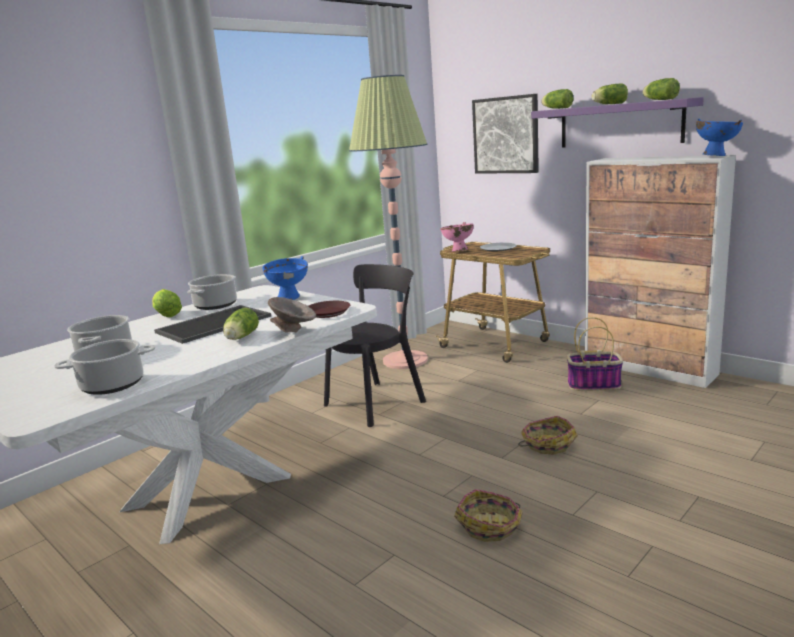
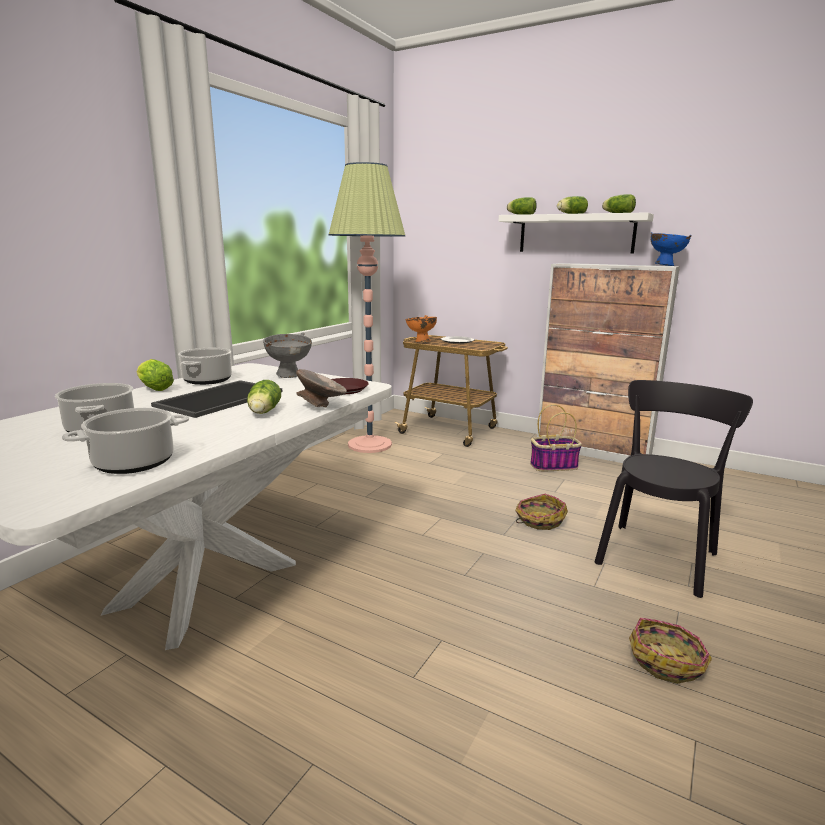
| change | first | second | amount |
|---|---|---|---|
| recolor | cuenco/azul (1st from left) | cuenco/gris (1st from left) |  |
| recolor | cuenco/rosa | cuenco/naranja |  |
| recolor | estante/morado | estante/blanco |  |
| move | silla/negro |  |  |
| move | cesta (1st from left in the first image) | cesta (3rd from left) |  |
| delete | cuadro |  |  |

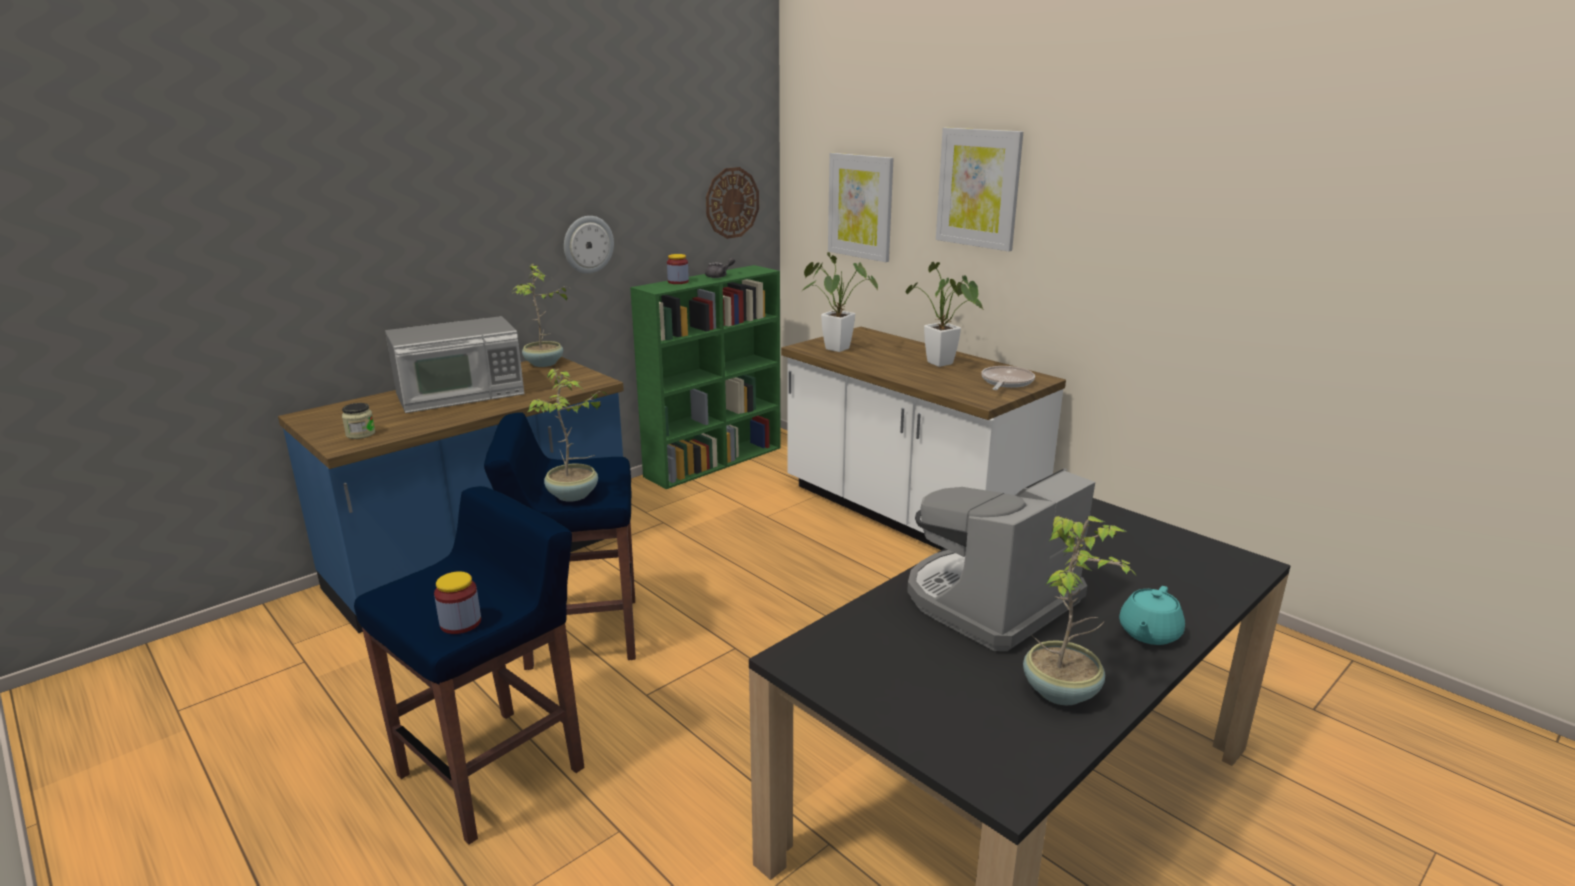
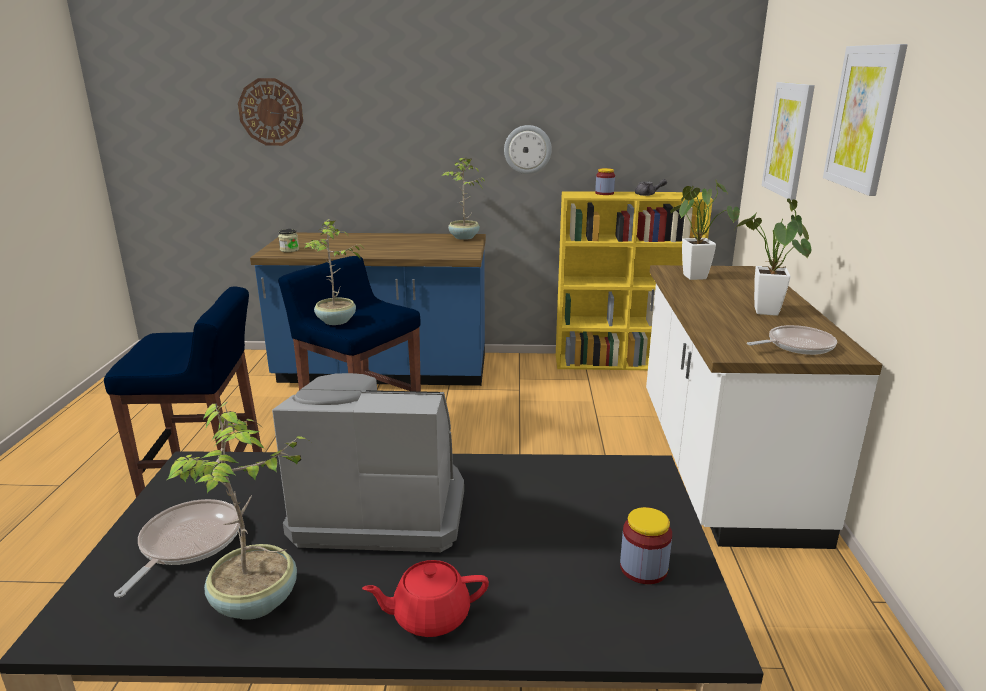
| change | first | second | amount |
|---|---|---|---|
| insert |  | sartén (1st from left) |  |
| move | reloj de pared (2nd from left in the first image) | reloj de pared (1st from left) |  |
| recolor | tetera/turquesa | tetera/rojo |  |
| recolor | estantería/verde | estantería/amarillo |  |
| move | tarro (2nd from left in the first image) | tarro (3rd from left) |  |
| delete | microondas |  |  |

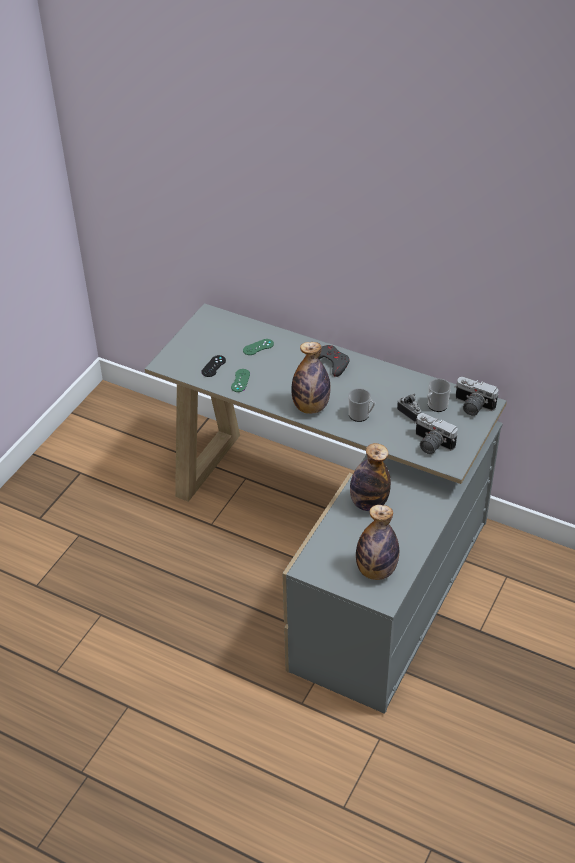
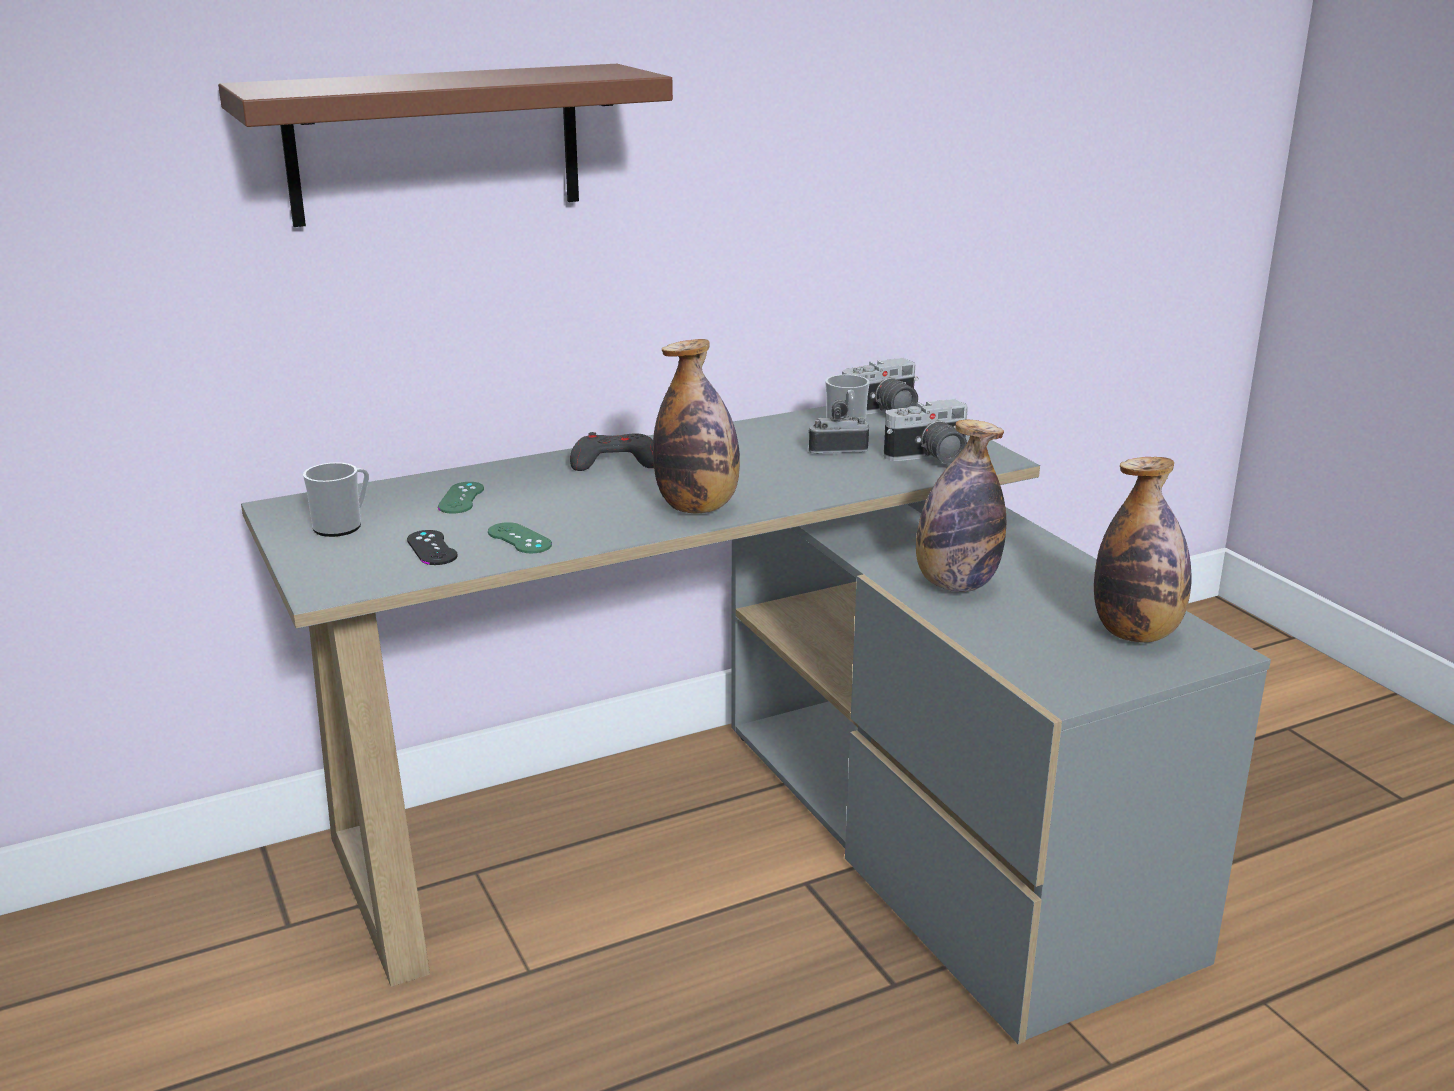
| change | first | second | amount |
|---|---|---|---|
| insert |  | estante/marrón |  |
| move | taza grande (1st from left) |  |  |

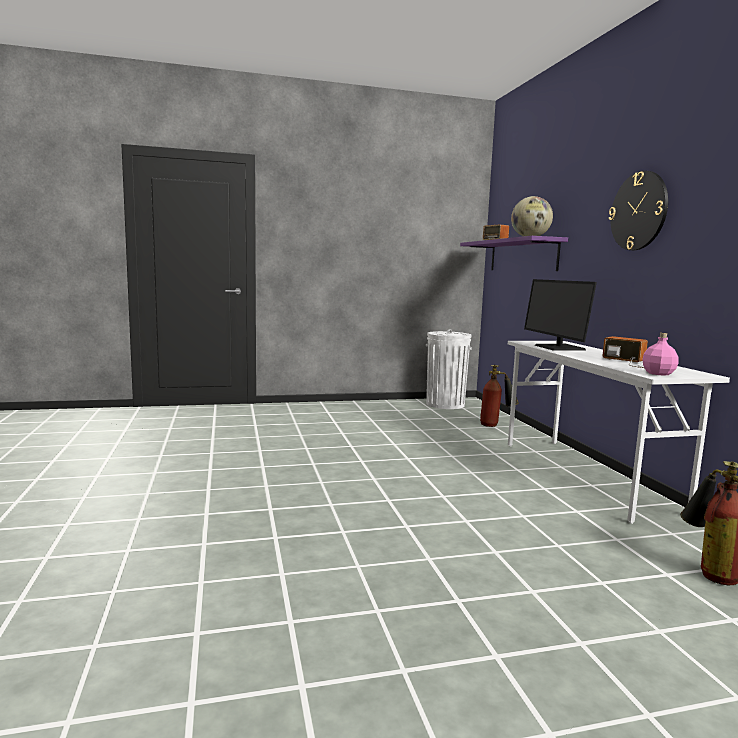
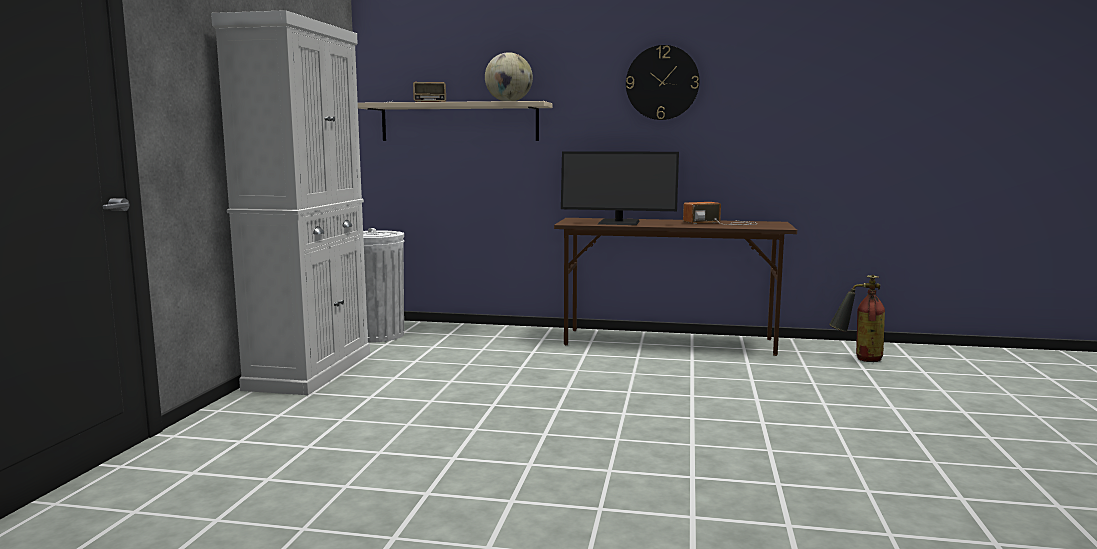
| change | first | second | amount |
|---|---|---|---|
| insert |  | armario/blanco |  |
| recolor | estante/morado | estante/beis |  |
| recolor | escritorio/blanco | escritorio/marrón |  |
| delete | extintor (1st from left) |  |  |
| delete | botella/rosa |  |  |

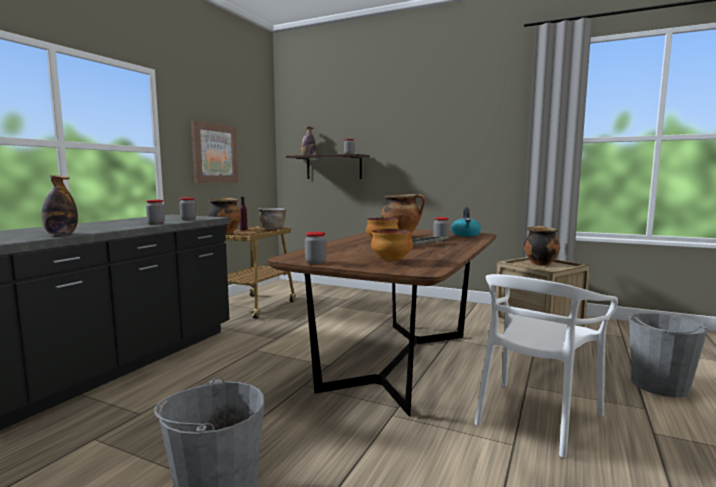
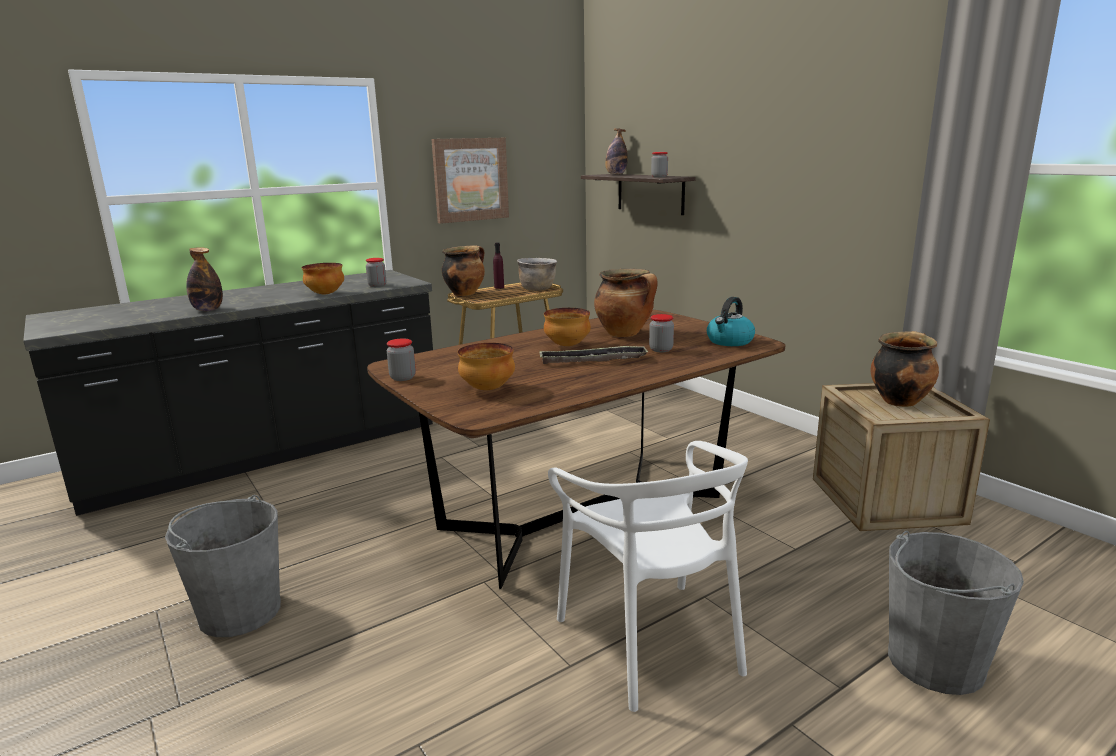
| change | first | second | amount |
|---|---|---|---|
| replace | tarro (1st from left) | cuenco (1st from left) |  |
| rotate | silla/blanco |  | 90 degrees counterclockwise |

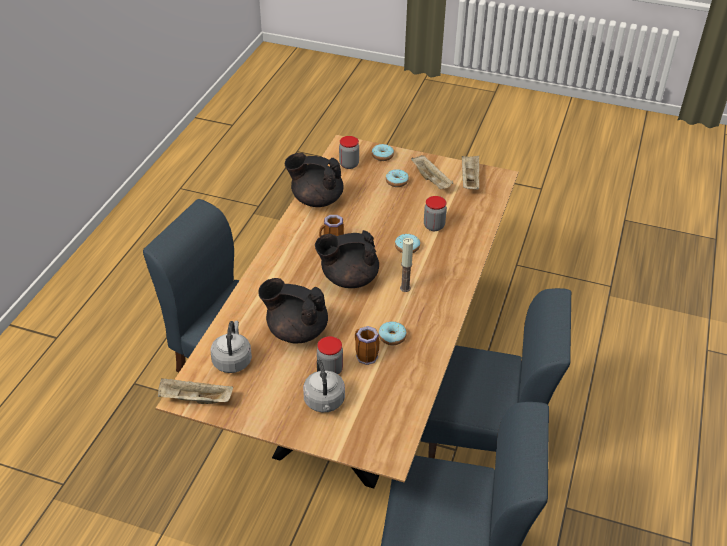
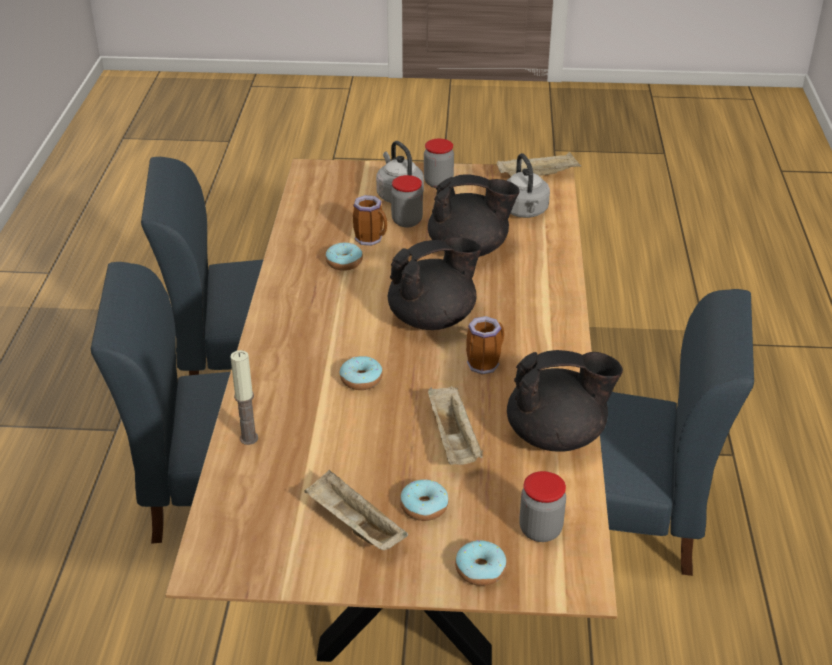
| change | first | second | amount |
|---|---|---|---|
| move | vela |  |  |
| move | tarro (3rd from left in the first image) | tarro (2nd from left) |  |
| move | bandeja/beis (3rd from left in the first image) | bandeja/beis (2nd from left) |  |

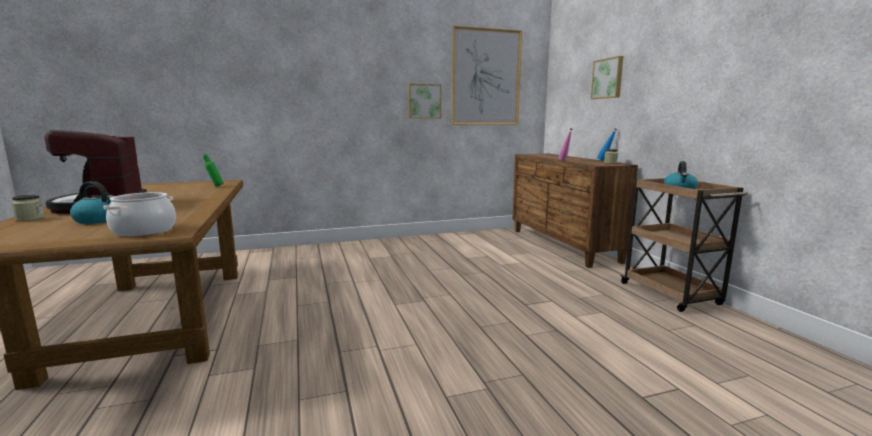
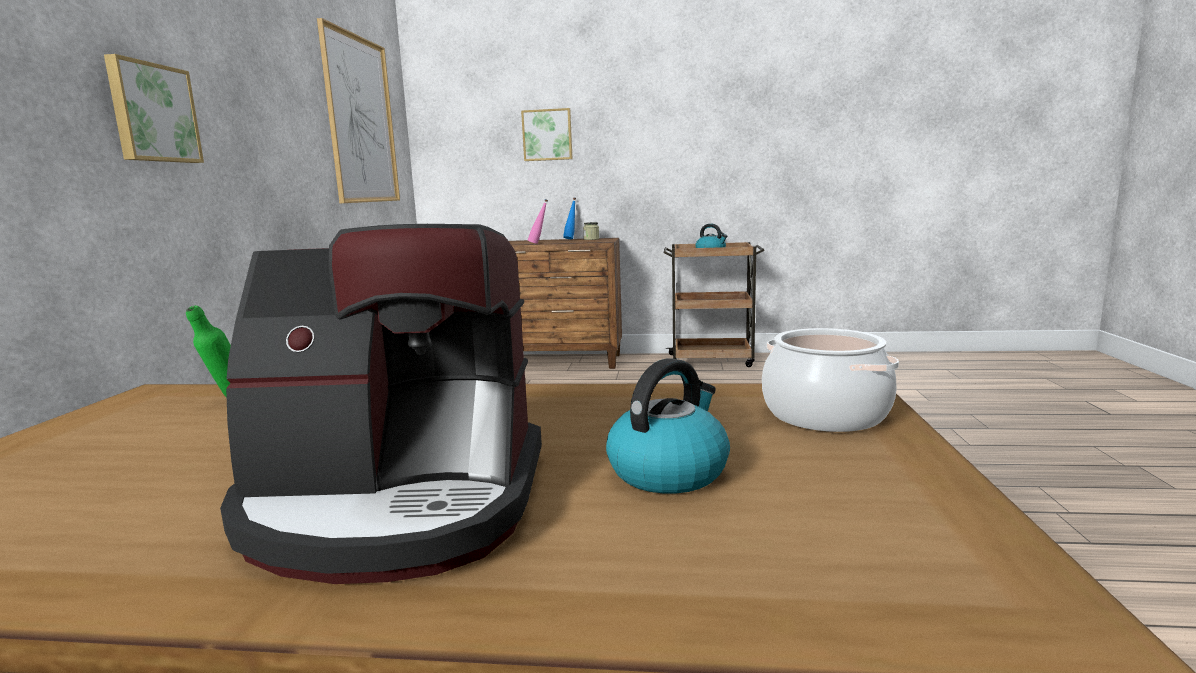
| change | first | second | amount |
|---|---|---|---|
| move | cuadro (1st from left) |  |  |
| delete | tarro (1st from left) |  |  |

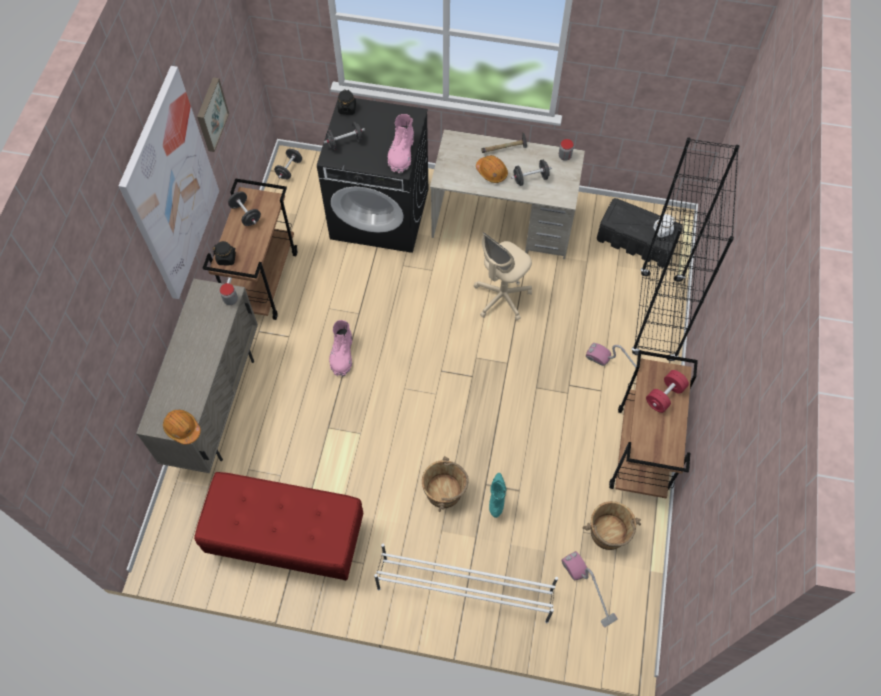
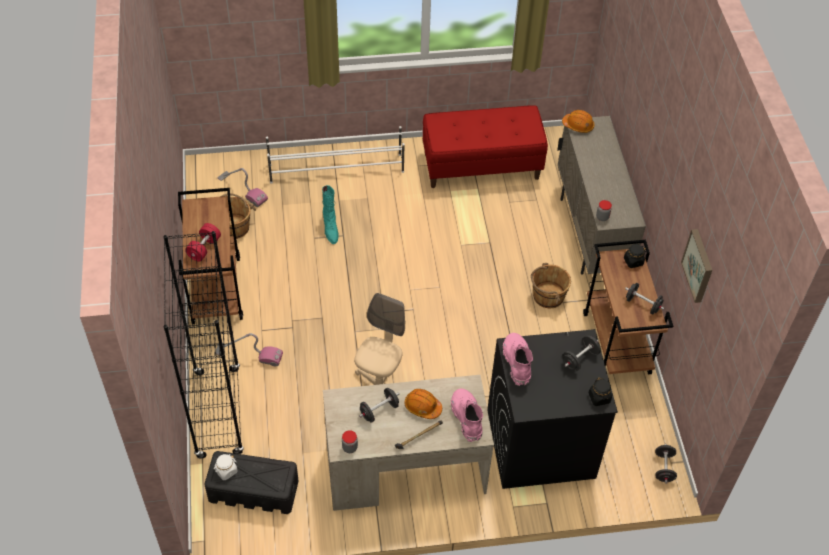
| change | first | second | amount |
|---|---|---|---|
| move | bota/rosa (1st from left) |  |  |
| move | cubo/marrón (1st from left in the first image) | cubo/marrón (2nd from left) |  |
| delete | cuadro (1st from left) |  |  |

